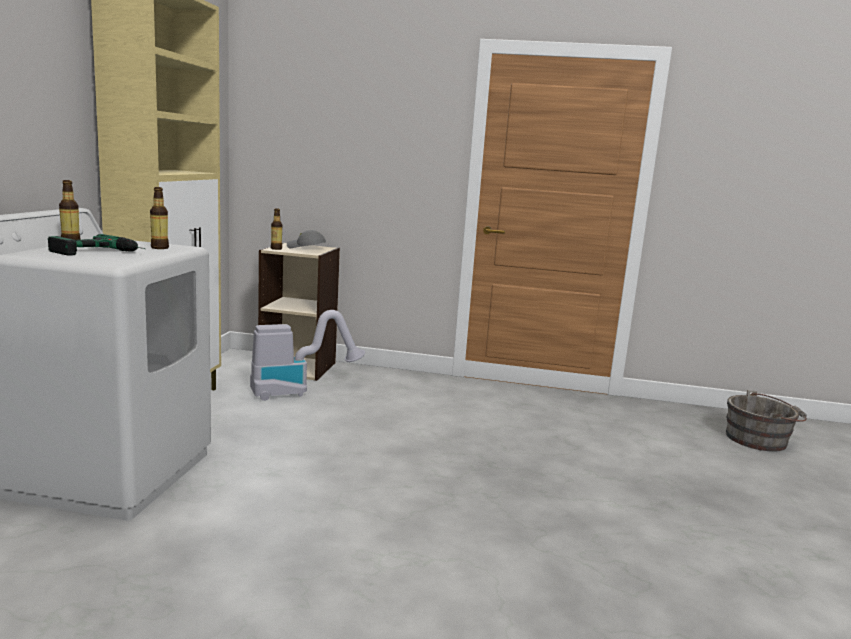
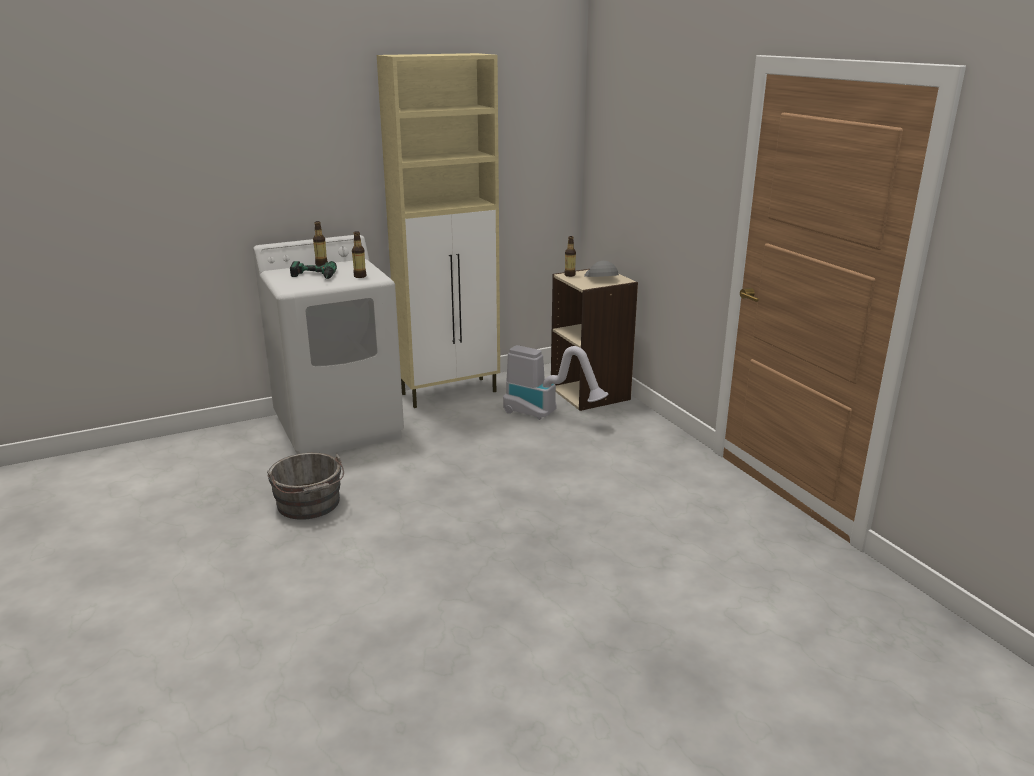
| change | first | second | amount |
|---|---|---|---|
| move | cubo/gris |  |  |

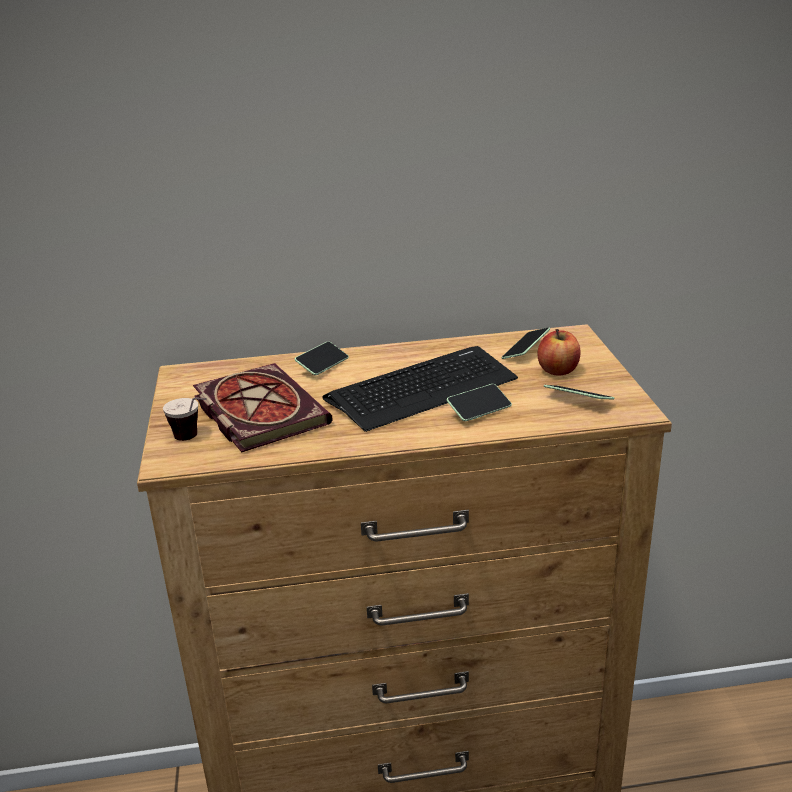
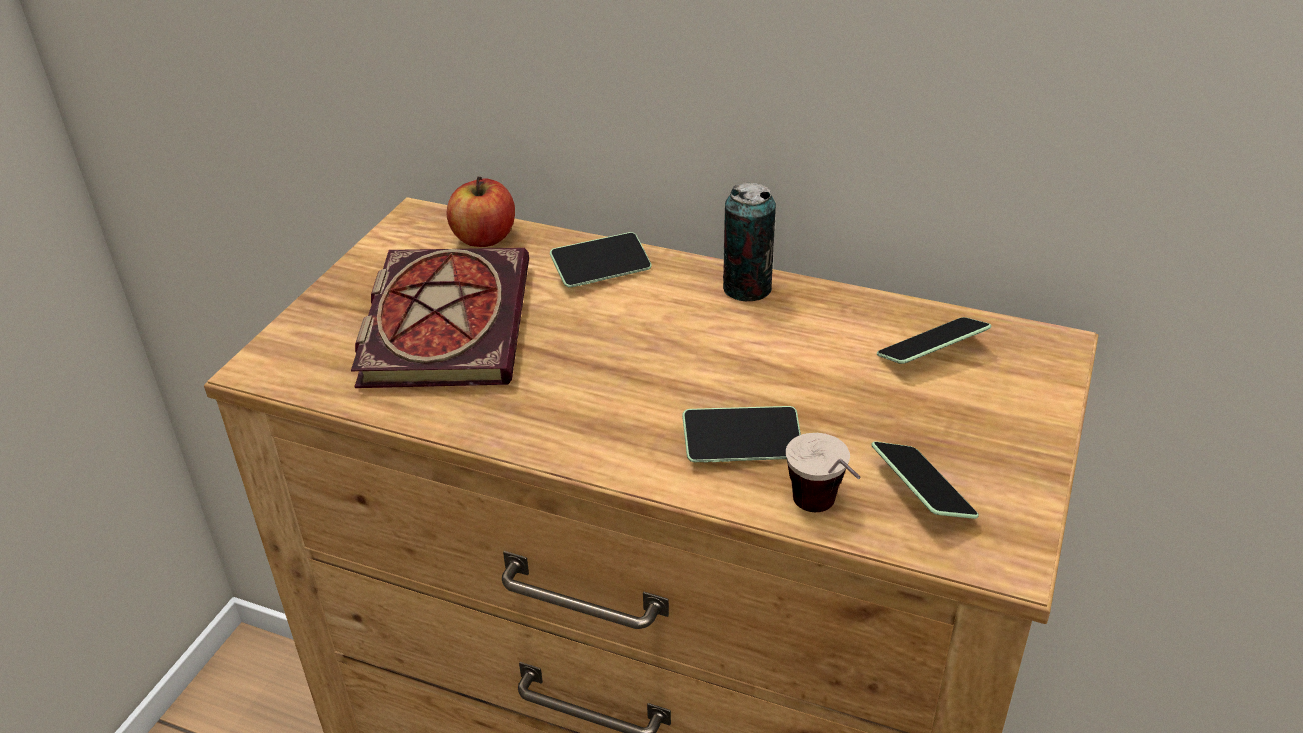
| change | first | second | amount |
|---|---|---|---|
| move | manzana |  |  |
| insert |  | lata |  |
| move | taza |  |  |
| delete | teclado |  |  |

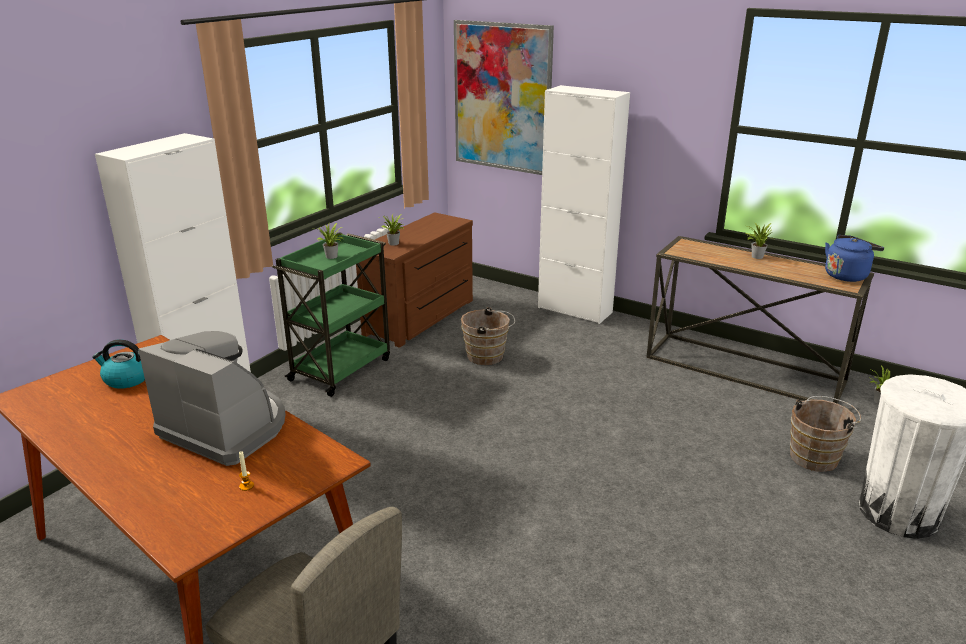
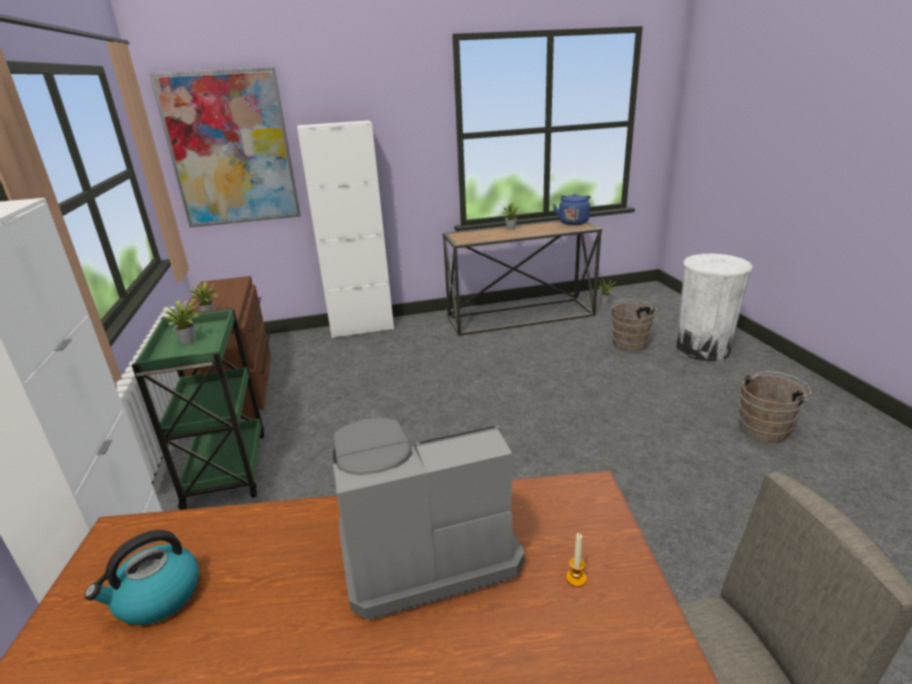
| change | first | second | amount |
|---|---|---|---|
| move | cubo/marrón (1st from left in the first image) | cubo/marrón (2nd from left) |  |

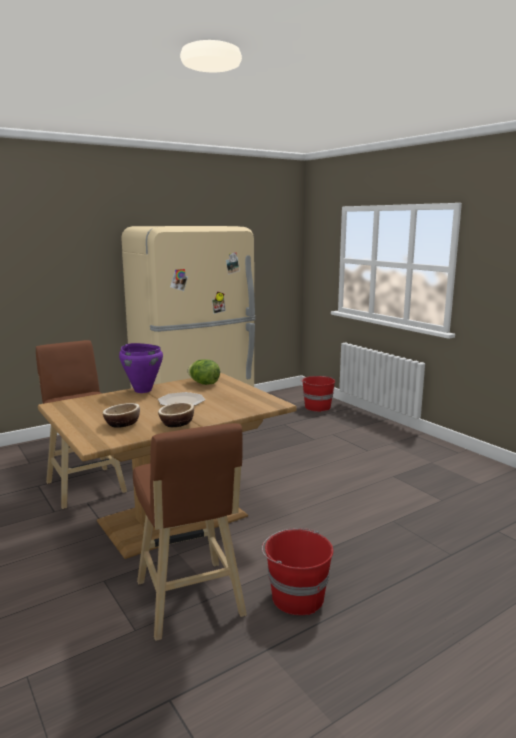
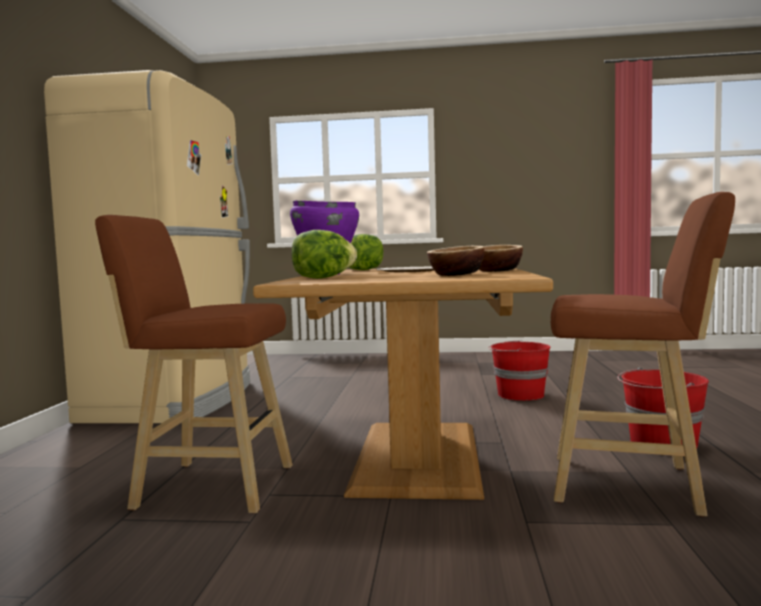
| change | first | second | amount |
|---|---|---|---|
| insert |  | lechuga (1st from left) |  |
| move | cubo/rojo (2nd from left in the first image) | cubo/rojo (1st from left) |  |

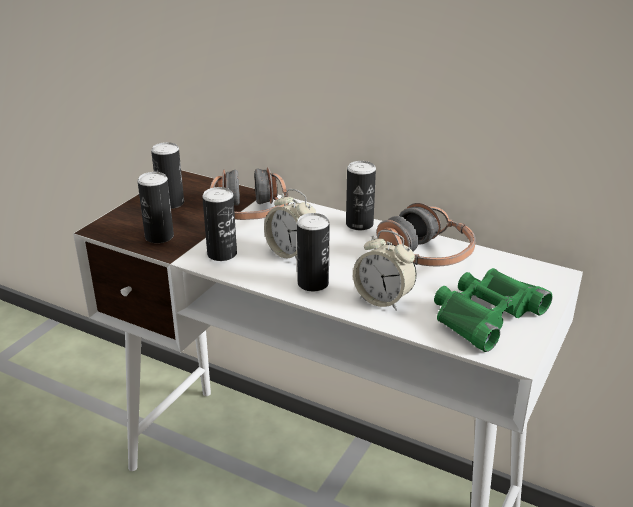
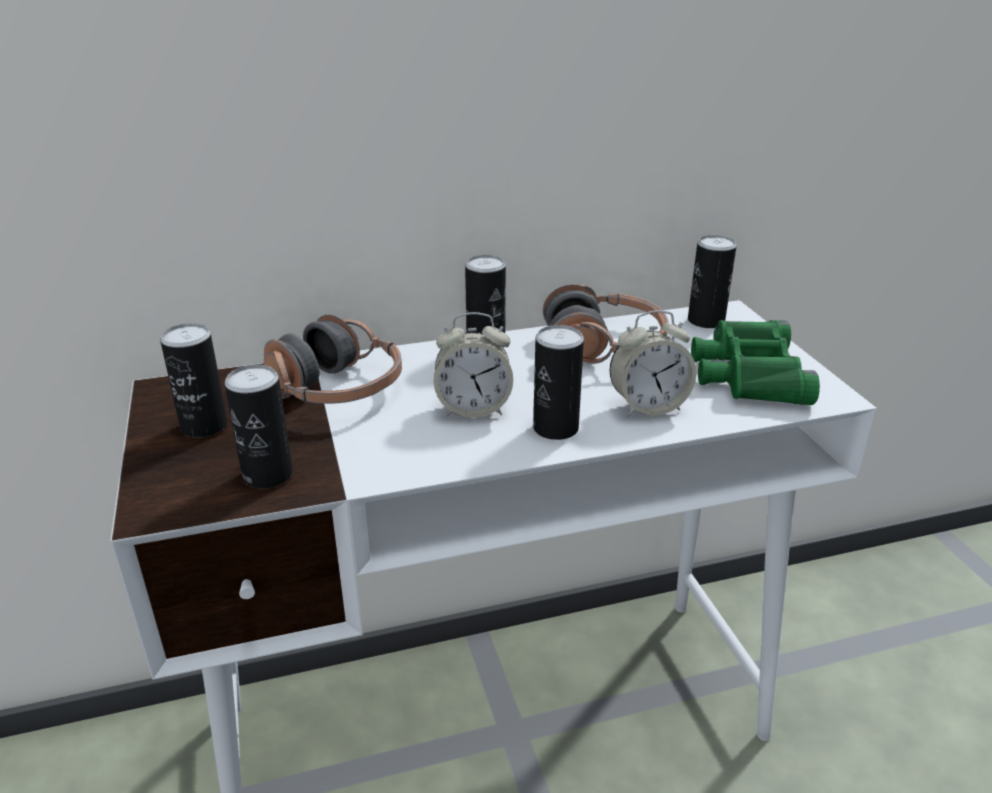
| change | first | second | amount |
|---|---|---|---|
| move | lata (3rd from left in the first image) | lata (5th from left) |  |

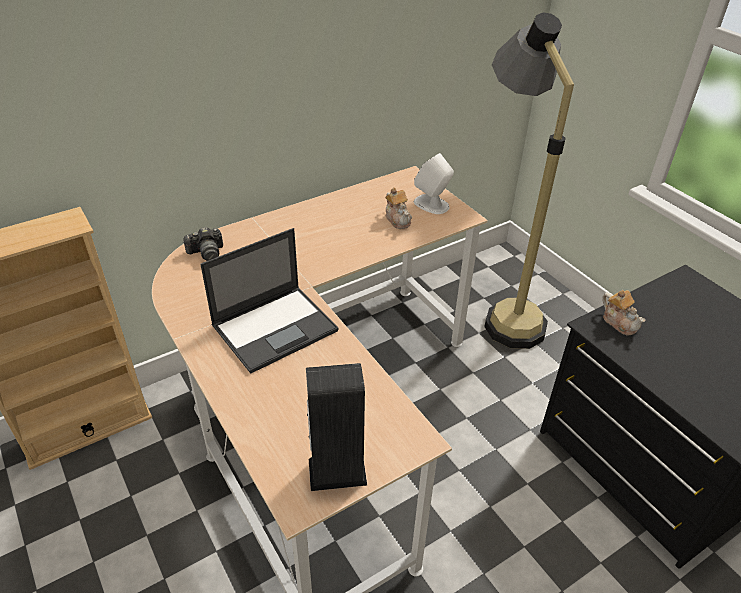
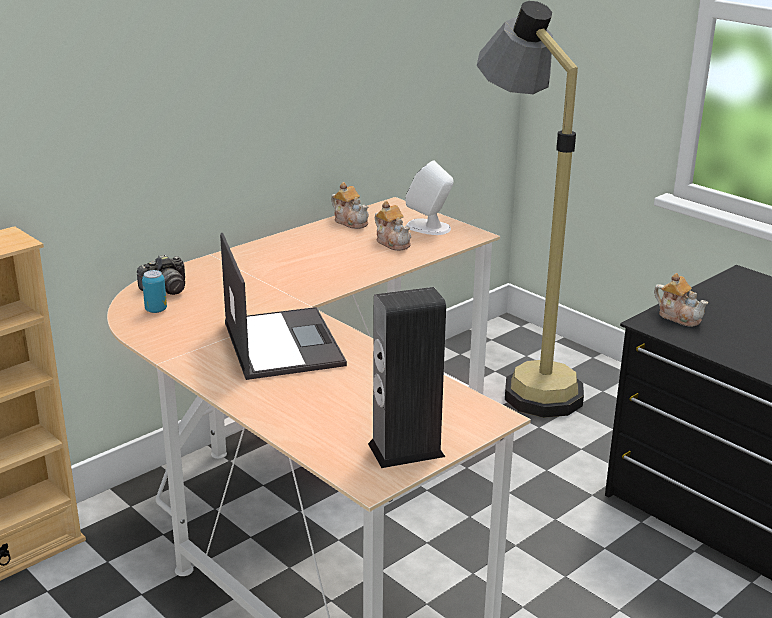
| change | first | second | amount |
|---|---|---|---|
| insert |  | lata |  |
| rotate | portátil |  | 60 degrees counterclockwise |
| insert |  | tetera (1st from left) |  |

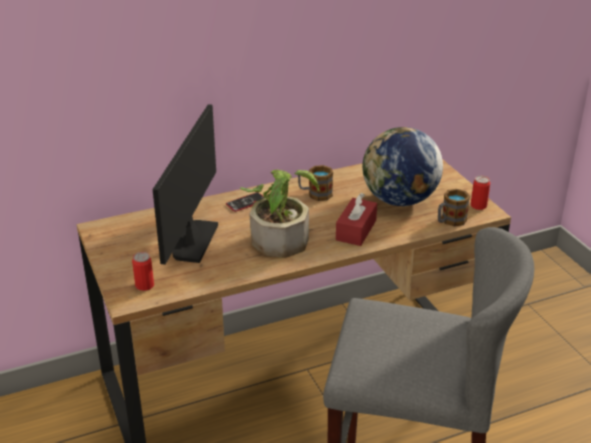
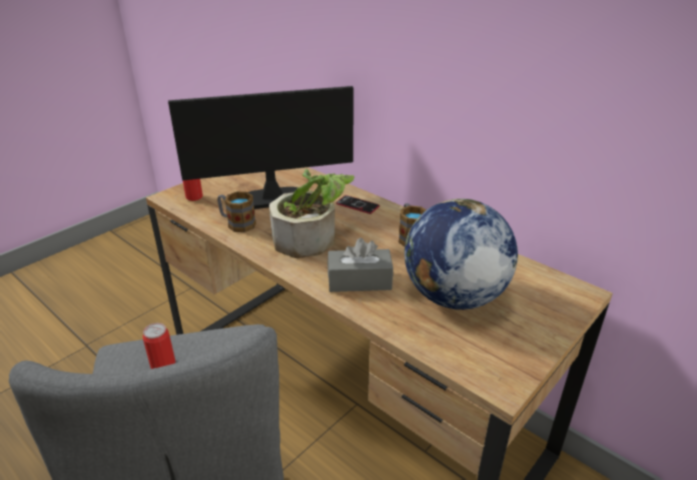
| change | first | second | amount |
|---|---|---|---|
| move | lata (2nd from left in the first image) | lata (1st from left) |  |
| move | taza grande (2nd from left in the first image) | taza grande (1st from left) |  |
| recolor | caja de pañuelos/rojo | caja de pañuelos/gris |  |

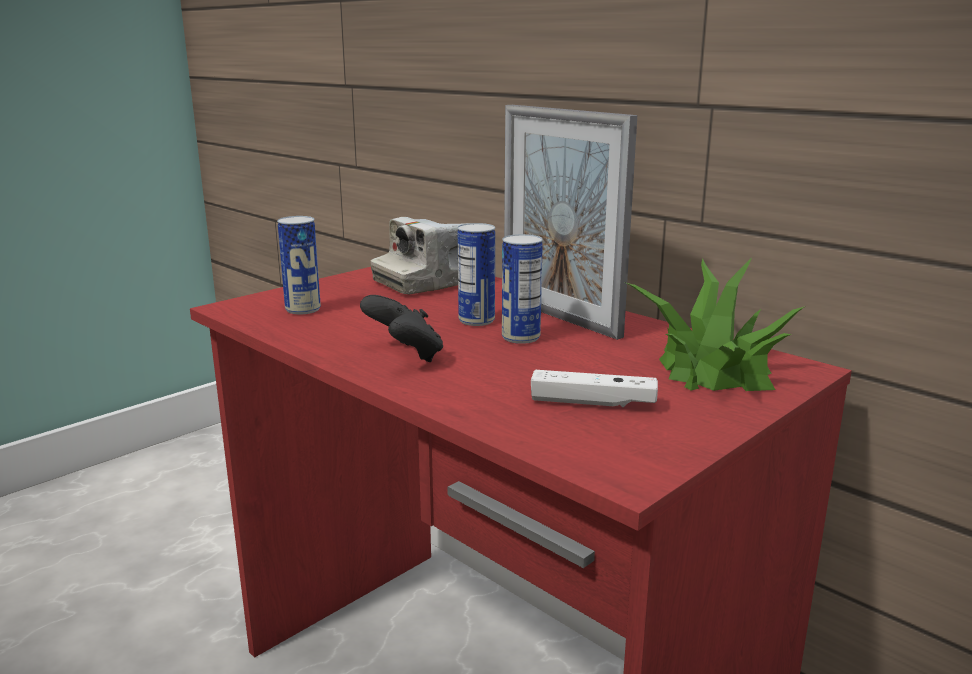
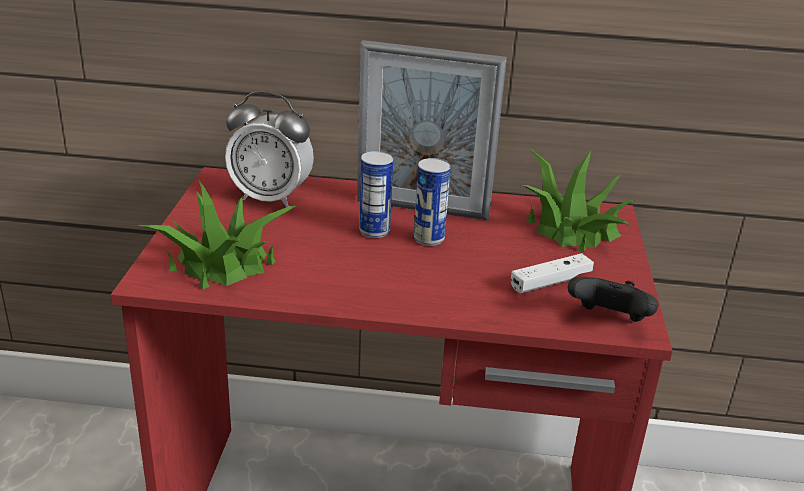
| change | first | second | amount |
|---|---|---|---|
| replace | lata (1st from left) | planta en maceta (1st from left) |  |
| replace | cámara | despertador |  |
| move | mando de consola/negro |  |  |

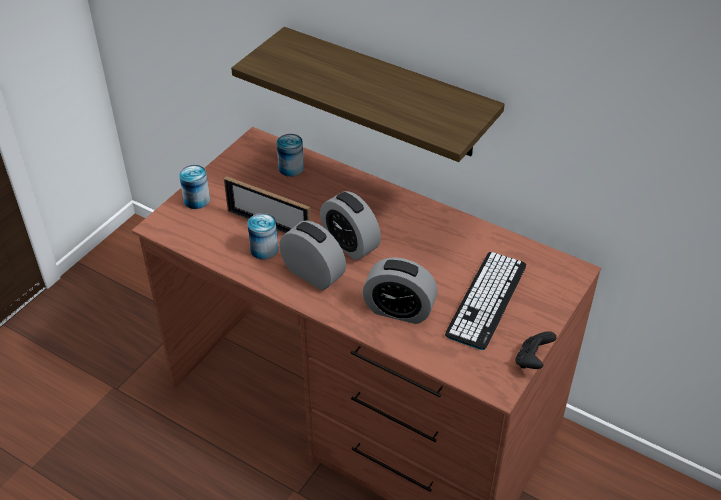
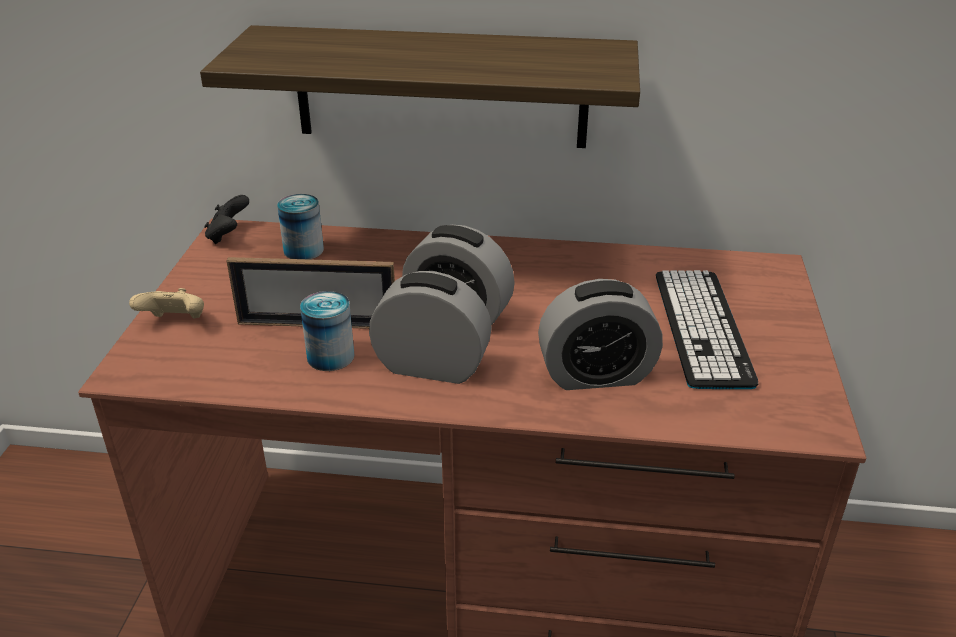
| change | first | second | amount |
|---|---|---|---|
| replace | lata (1st from left) | mando de consola/beis |  |
| move | mando de consola/negro |  |  |

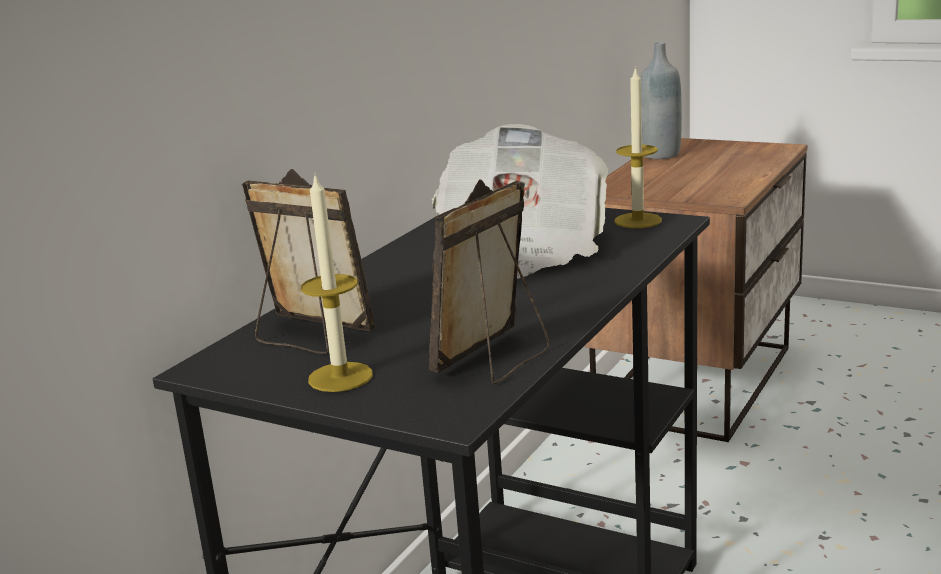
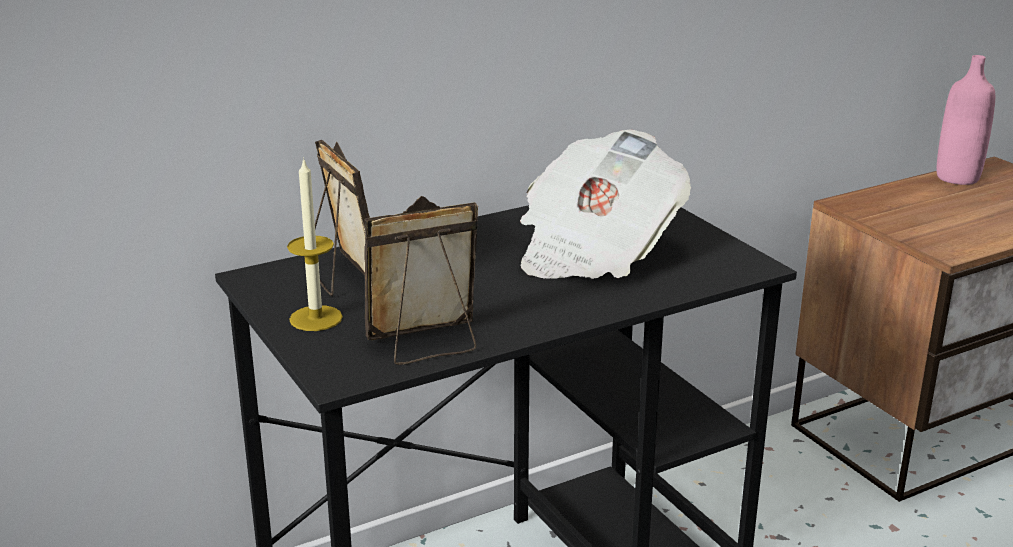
| change | first | second | amount |
|---|---|---|---|
| recolor | botella/gris | botella/rosa |  |
| delete | vela (2nd from left) |  |  |

